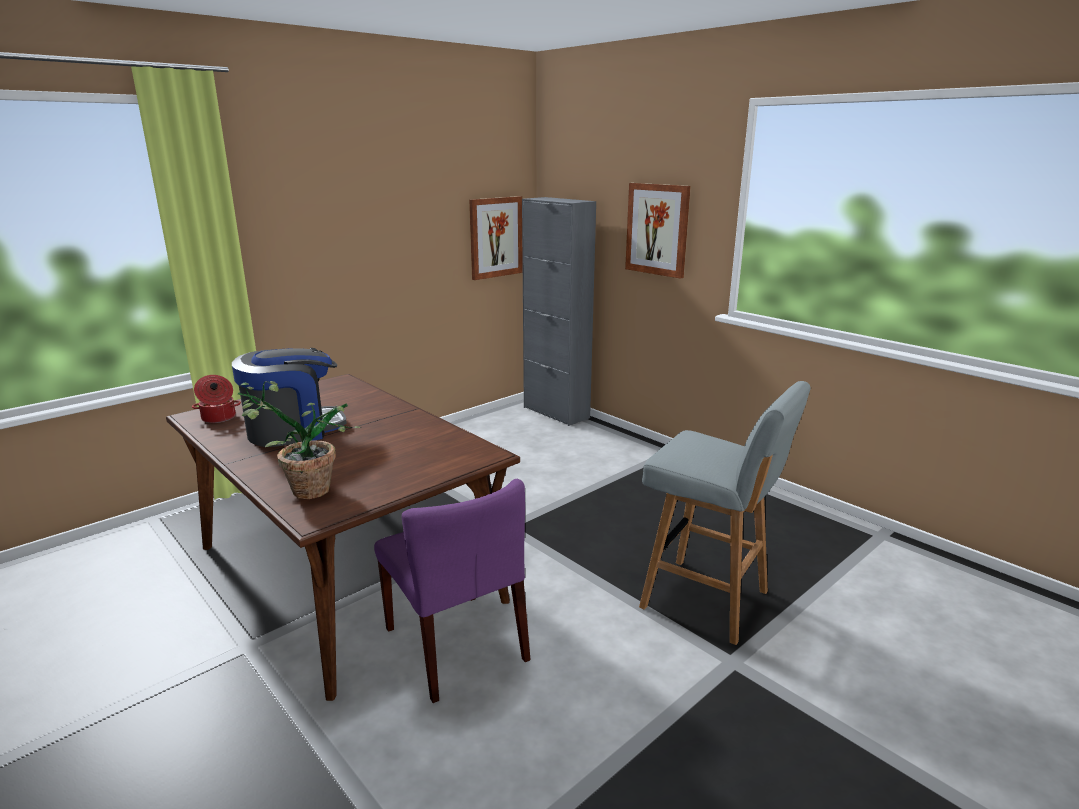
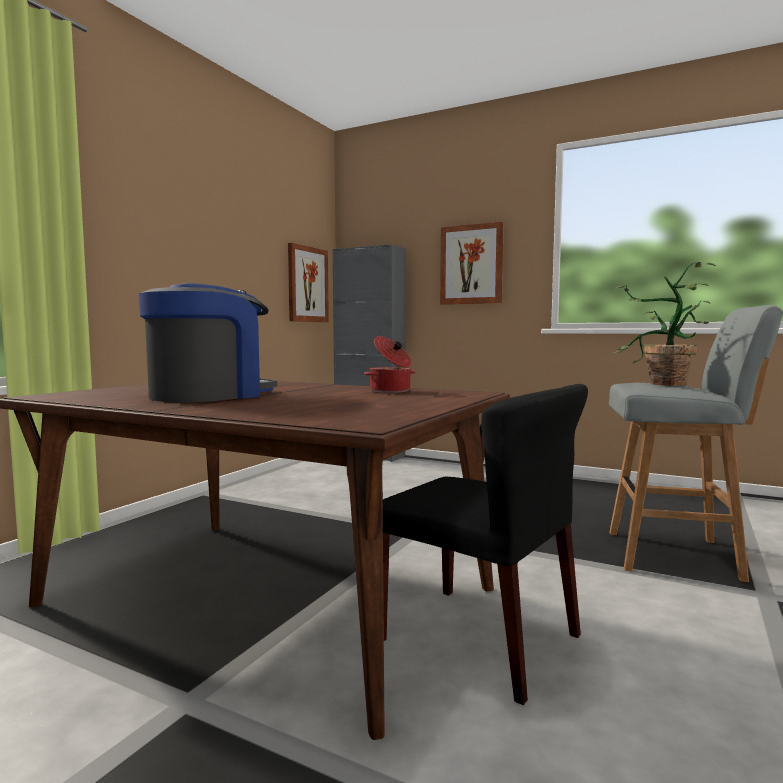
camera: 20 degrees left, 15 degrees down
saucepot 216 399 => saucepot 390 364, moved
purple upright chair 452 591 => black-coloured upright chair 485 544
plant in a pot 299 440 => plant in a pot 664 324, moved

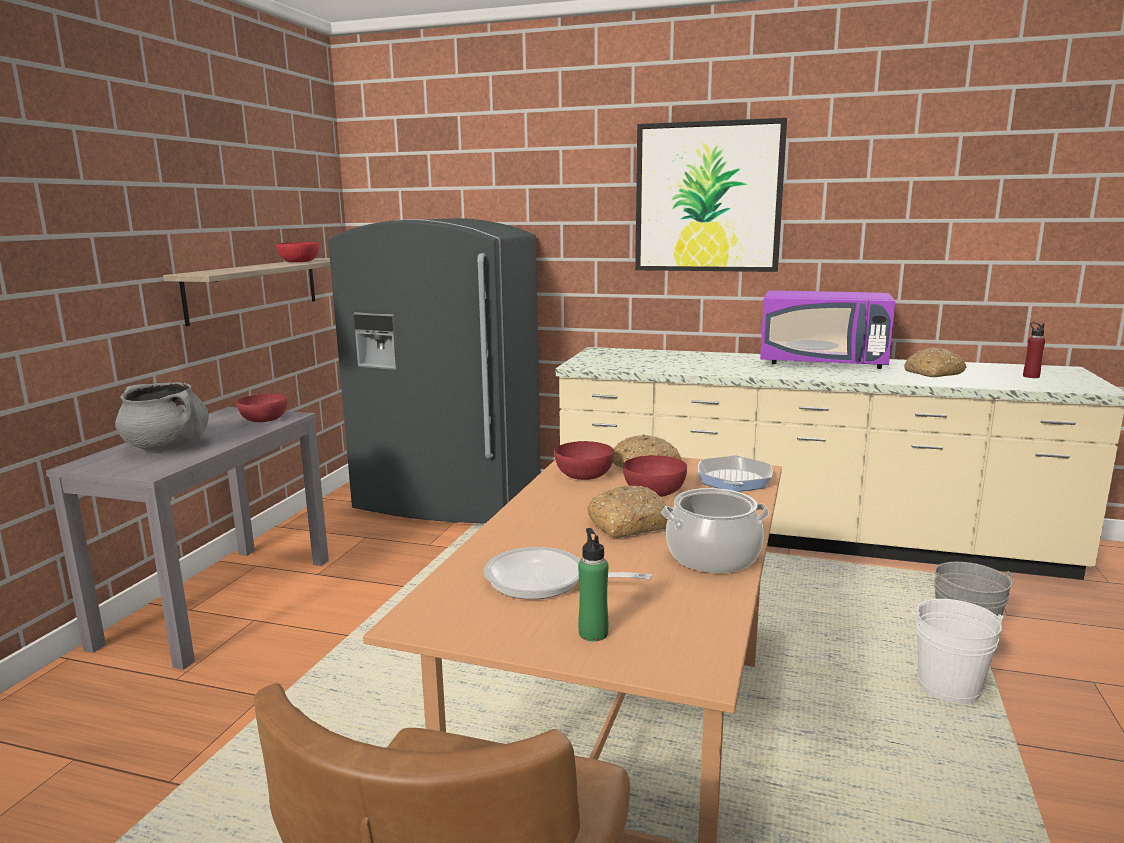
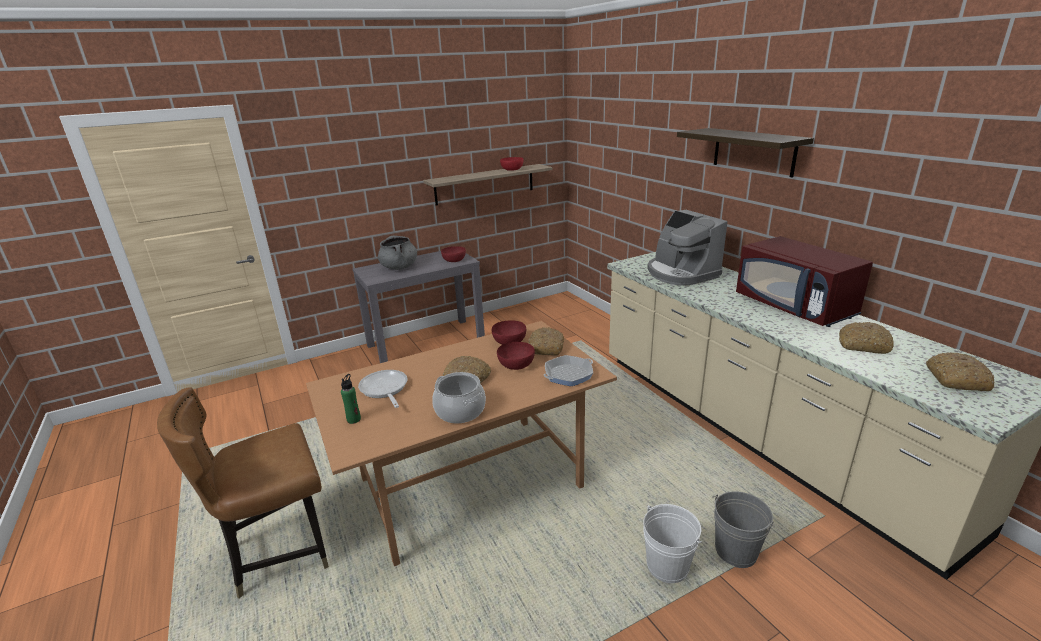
camera: 45 degrees right, 10 degrees up
nothing => coffee maker 687 248
wall picture 711 195 => shelf 745 152
purple microwave 827 329 => red-coloured microwave 804 281
red-coloured bottle 1034 350 => bread 960 371
grey kitchen fridge 434 371 => nothing

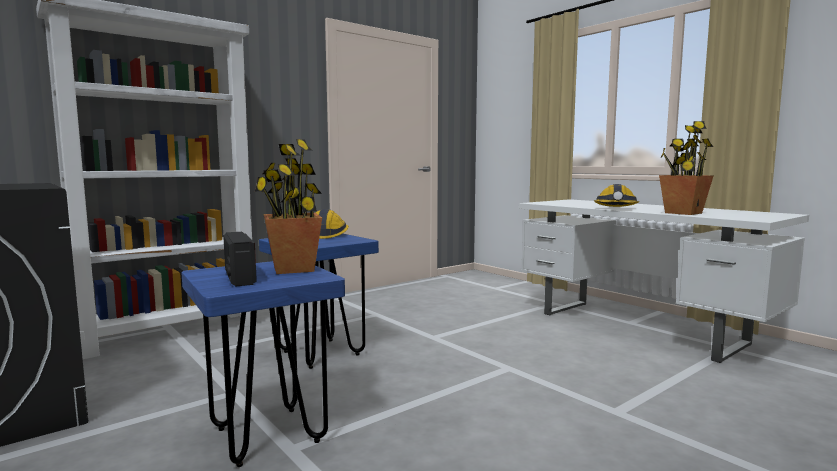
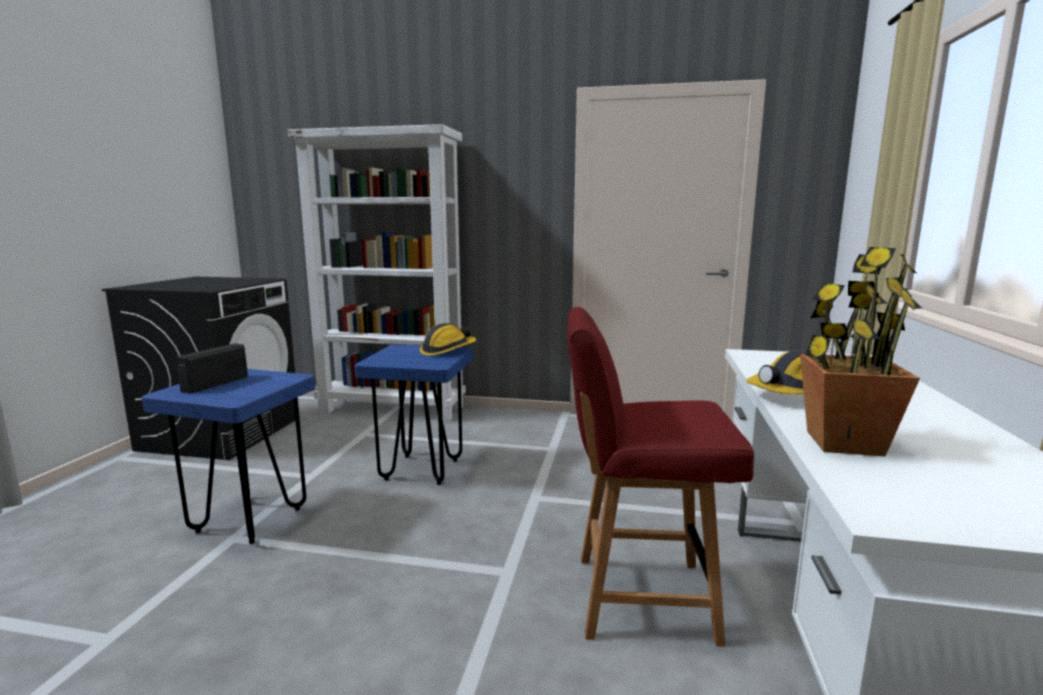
camera: 50 degrees right, 5 degrees up
nothing => red-coloured upright chair 660 477
plant in a pot 288 206 => nothing

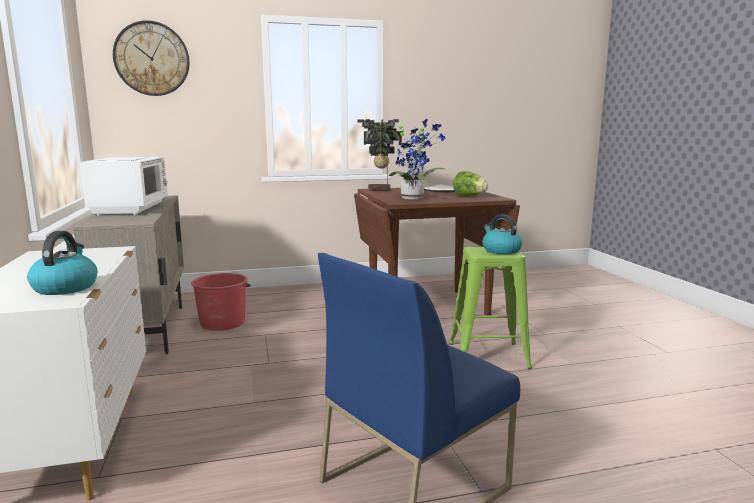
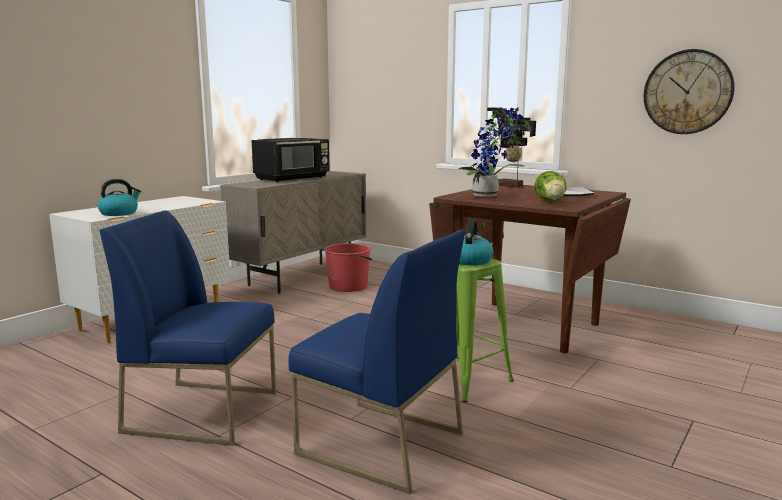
camera: 50 degrees right, 0 degrees up
whitish microwave 124 186 => black-coloured microwave 290 160
nothing => bluish upright chair 376 361
wall clock 151 58 => wall clock 689 91, moved

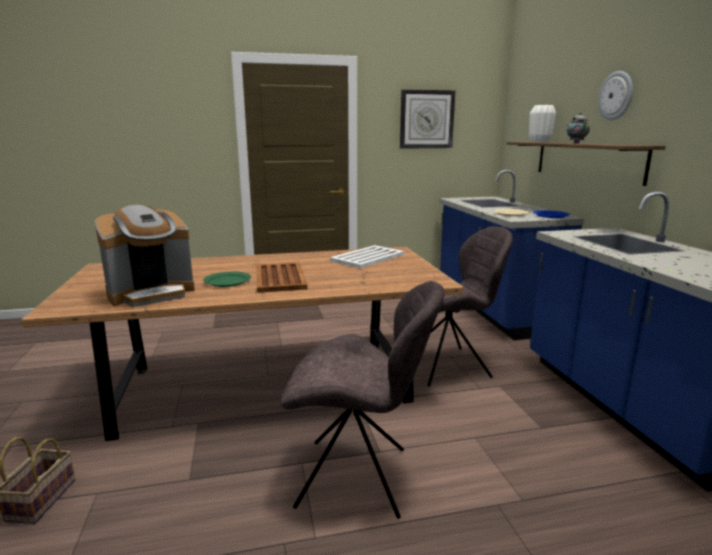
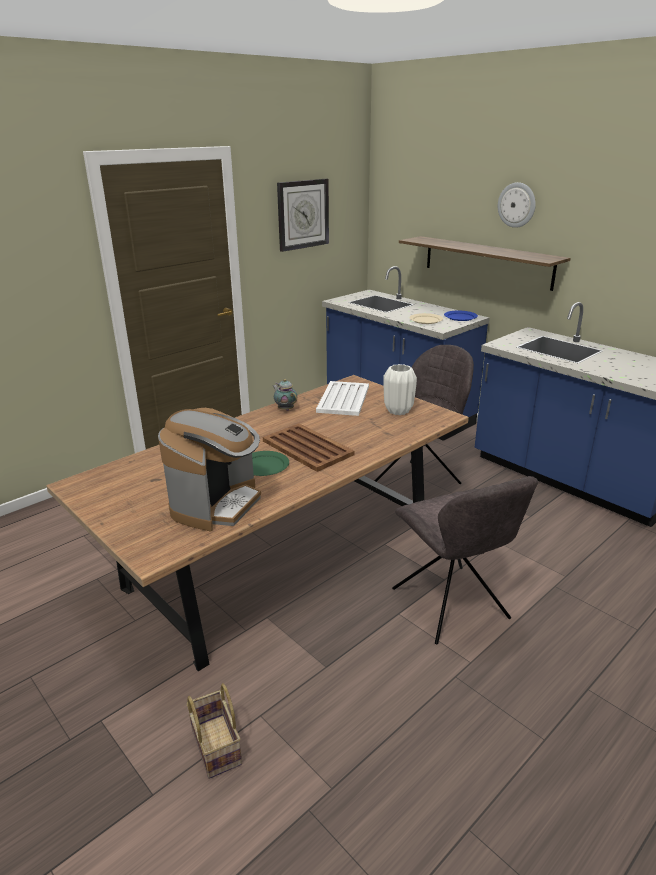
camera: 30 degrees left, 10 degrees up
tea pot 578 128 => tea pot 285 395, moved
whitish vase 542 123 => whitish vase 400 389, moved
grey upright chair 362 400 => grey upright chair 465 560, 90 degrees clockwise

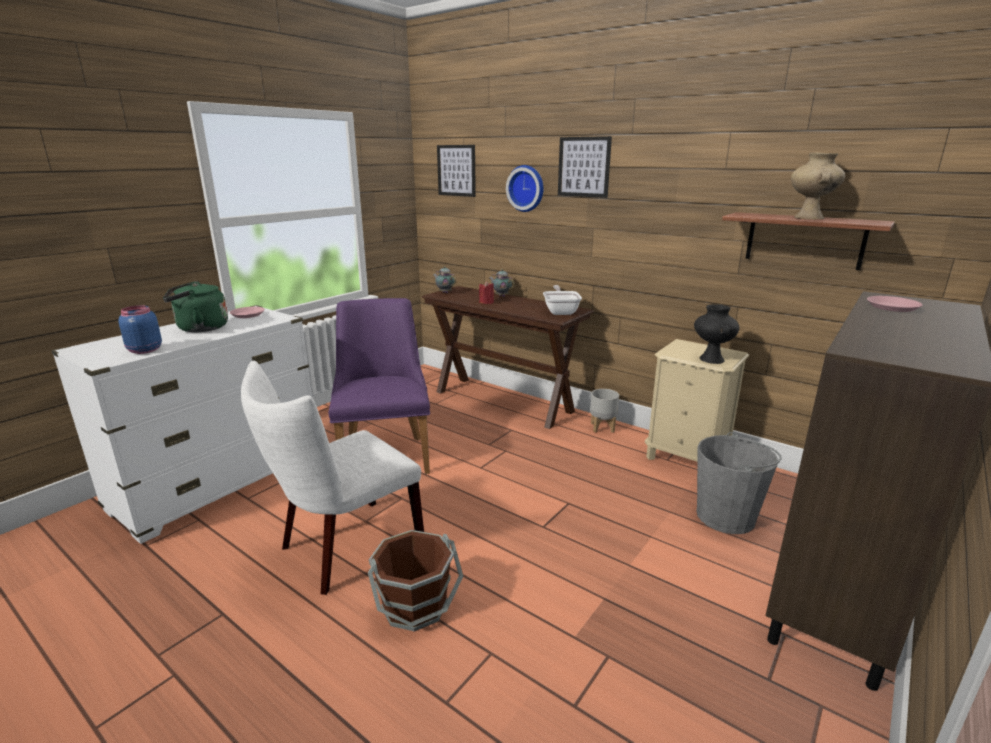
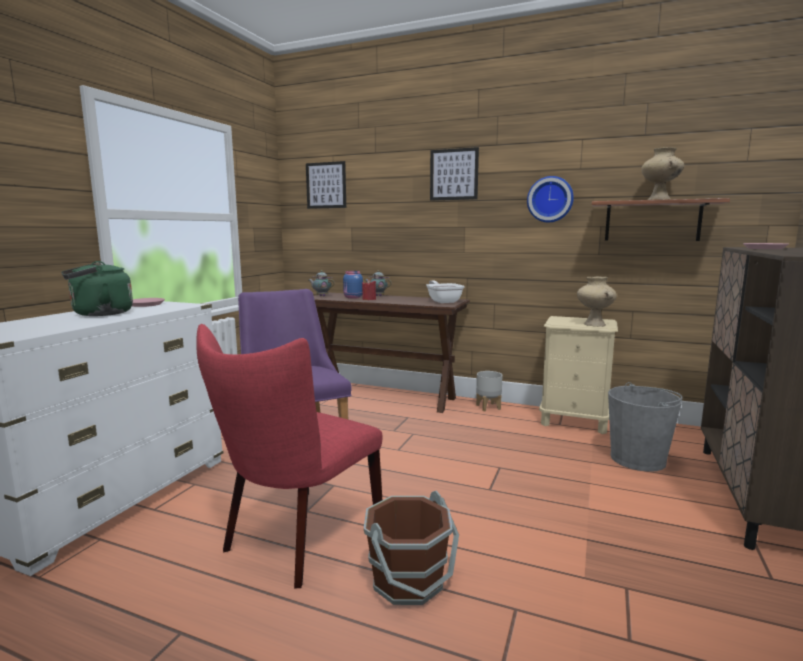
camera: 15 degrees left, 10 degrees down
whitish upright chair 332 477 => red-coloured upright chair 289 456
bluish storage jar 140 329 => bluish storage jar 353 285, moved
wall clock 524 188 => wall clock 550 199, moved
black-coloured vase 716 334 => sand-coloured vase 597 302

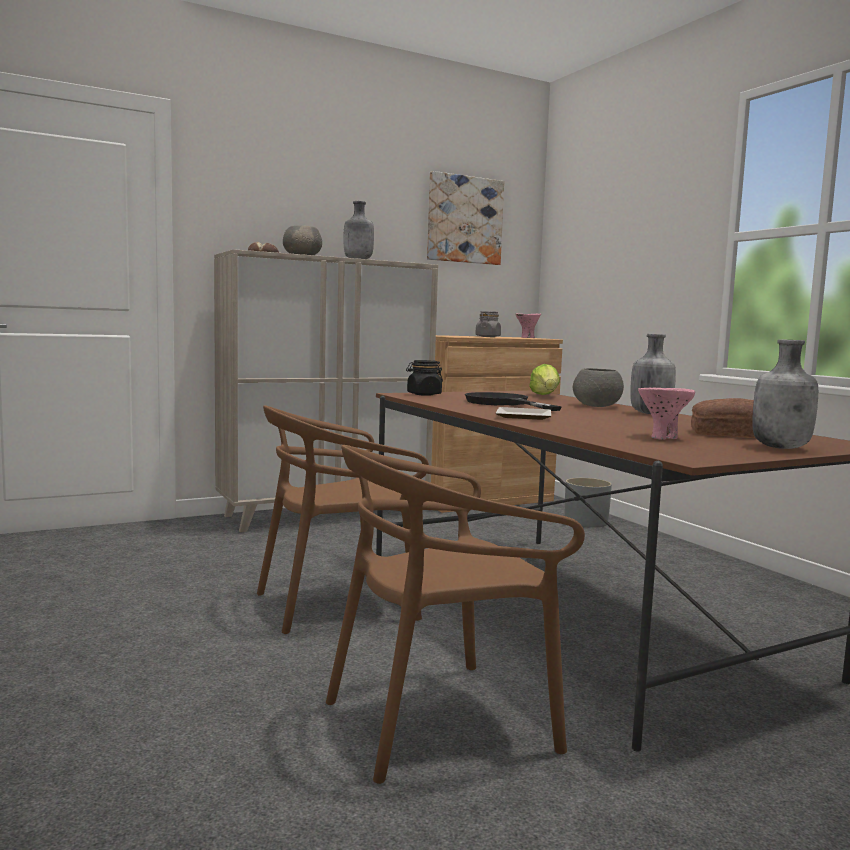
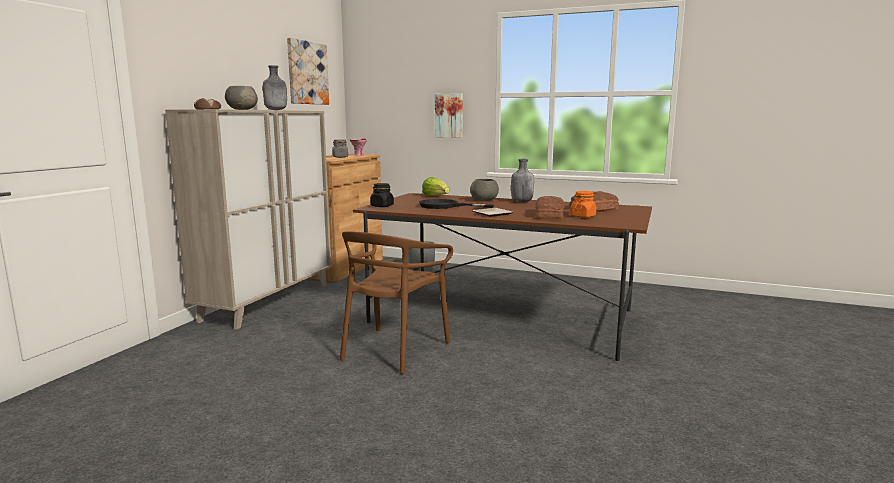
camera: 40 degrees left, 5 degrees up
nothing => wall picture 449 115
nothing => bread 549 207
pink-coloured bowl 666 414 => orange-coloured storage jar 583 204
brownish upright chair 455 614 => nothing
grey bottle 785 394 => nothing

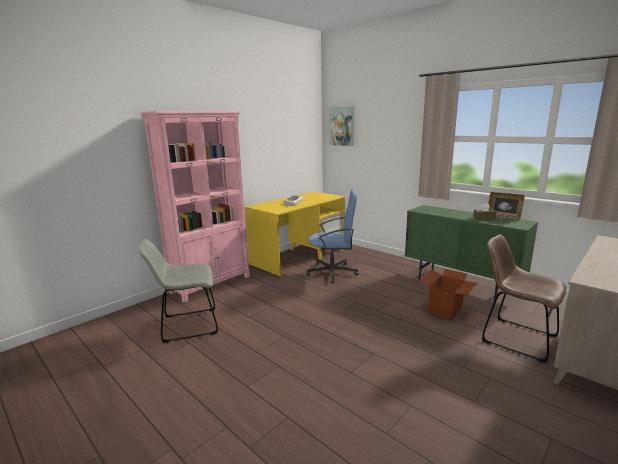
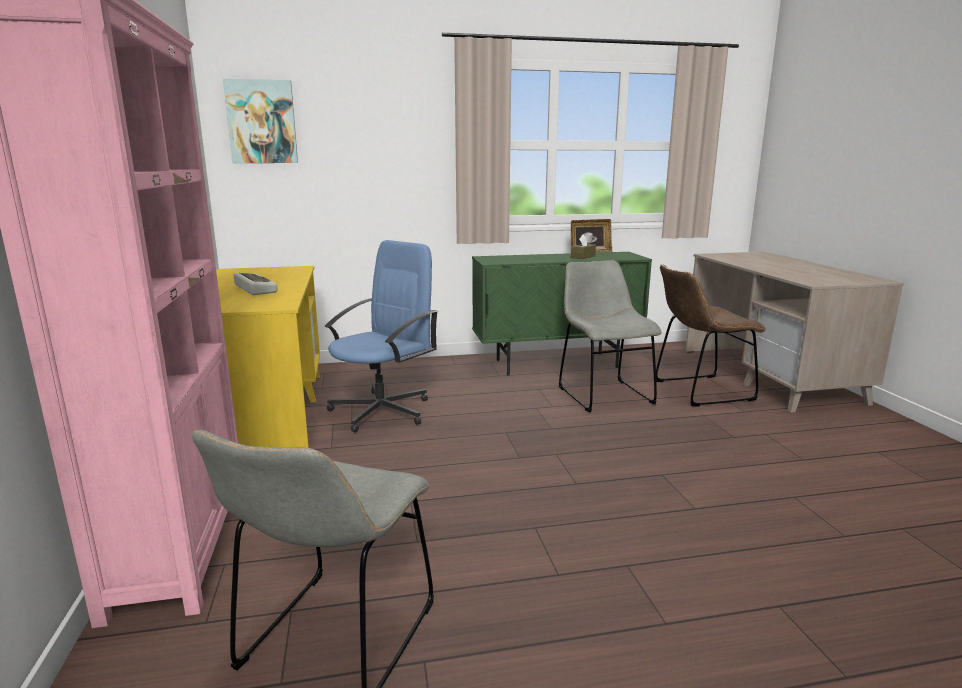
camera: 55 degrees left, 0 degrees up
packing box 448 294 => grey upright chair 610 336

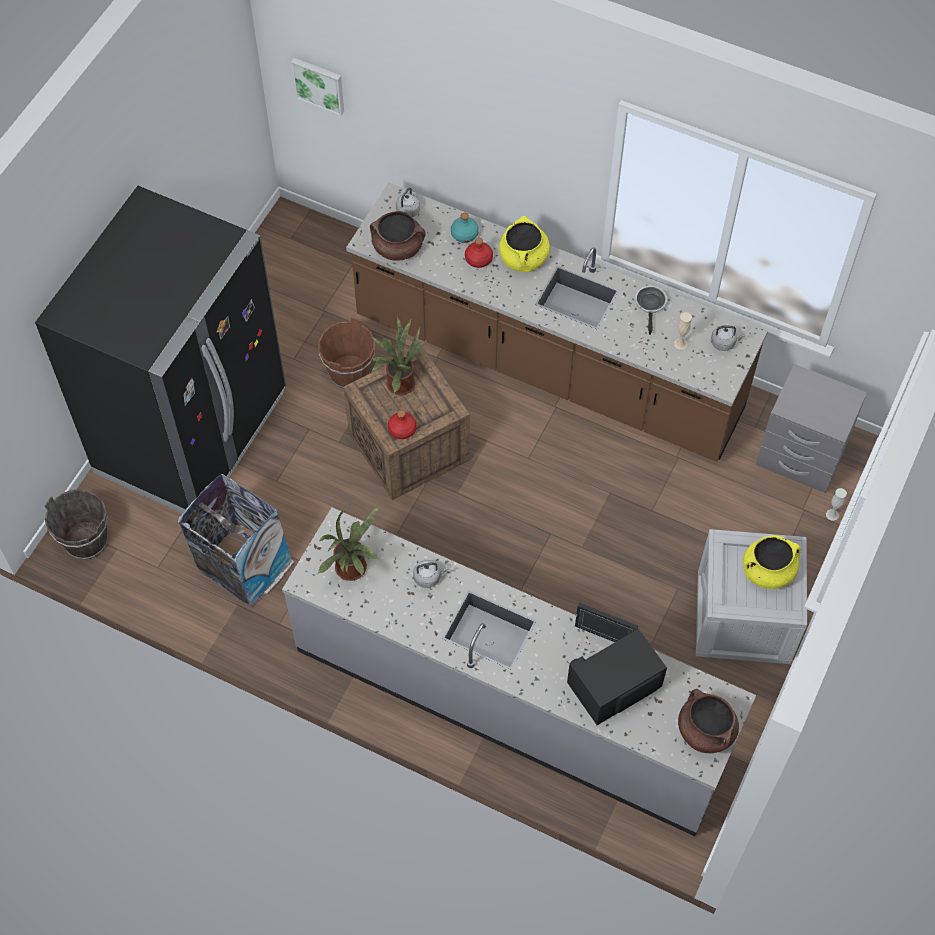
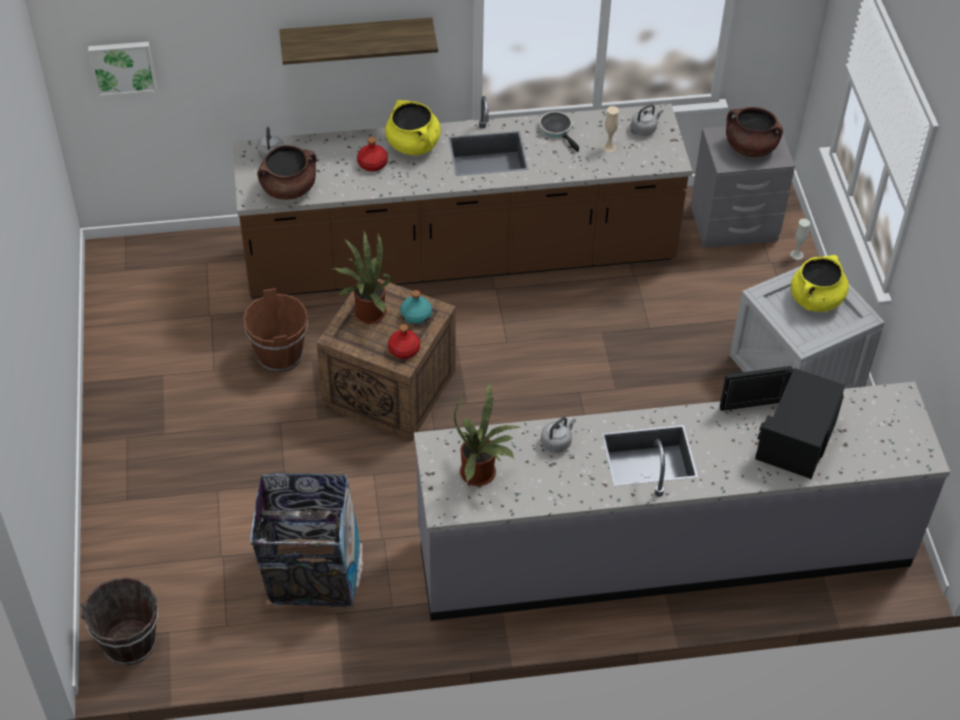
camera: 35 degrees left, 10 degrees down
nothing => shelf 358 41
blue-green bottle 465 228 => blue-green bottle 416 307, moved
brownish saucepot 708 721 => brownish saucepot 754 132, moved
black-coloured kitchen fridge 160 350 => nothing

